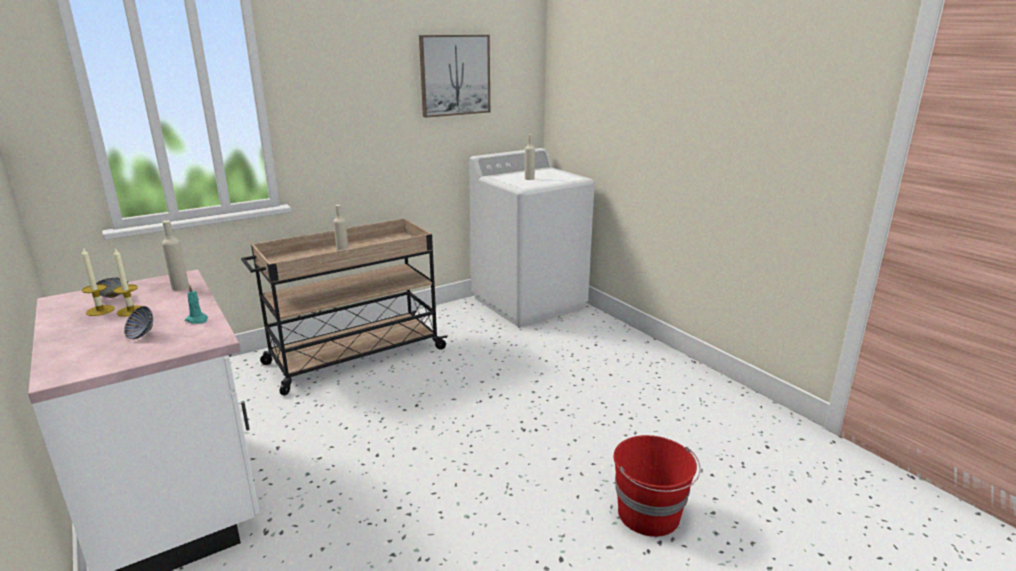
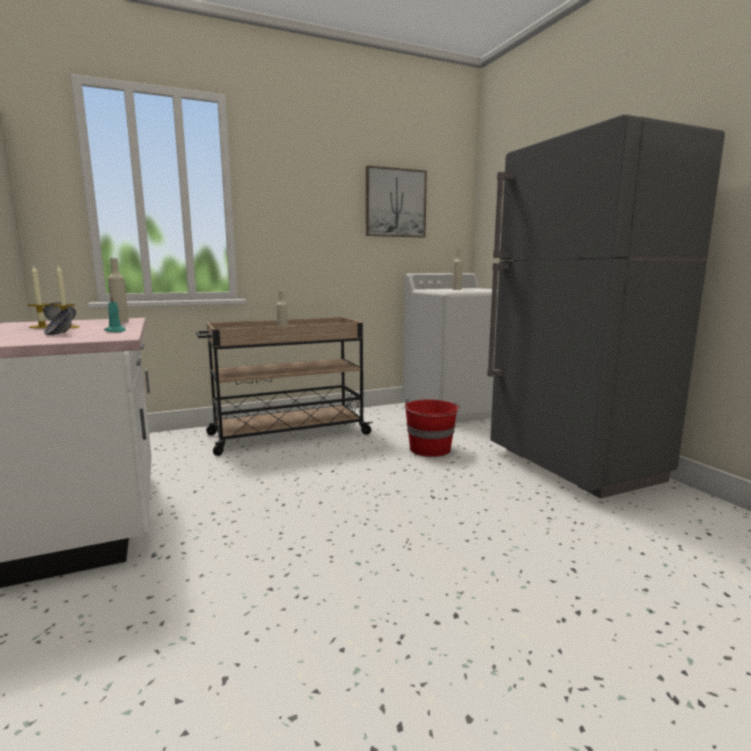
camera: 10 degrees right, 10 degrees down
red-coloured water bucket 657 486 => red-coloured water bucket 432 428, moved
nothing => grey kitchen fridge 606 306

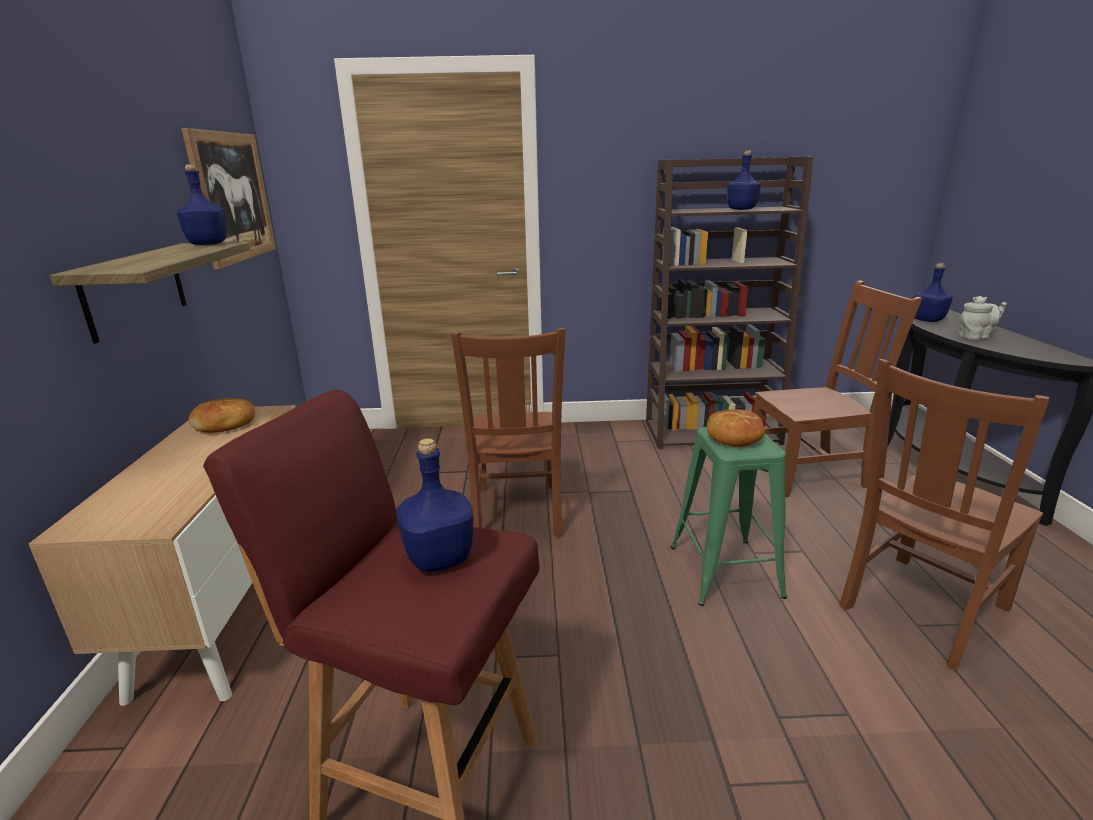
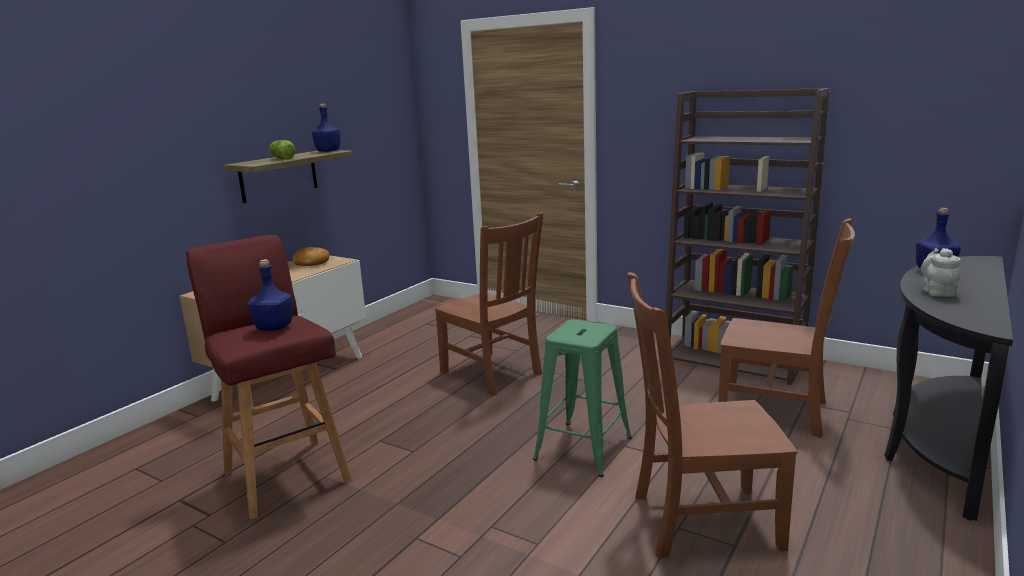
camera: 35 degrees right, 5 degrees down
nothing => head of lettuce 282 150
brownish upright chair 508 433 => brownish upright chair 489 304, 75 degrees counterclockwise
grey tea pot 983 318 => grey tea pot 941 272, 105 degrees counterclockwise
wall picture 228 198 => nothing
bread 736 428 => nothing
bluish bottle 744 180 => nothing

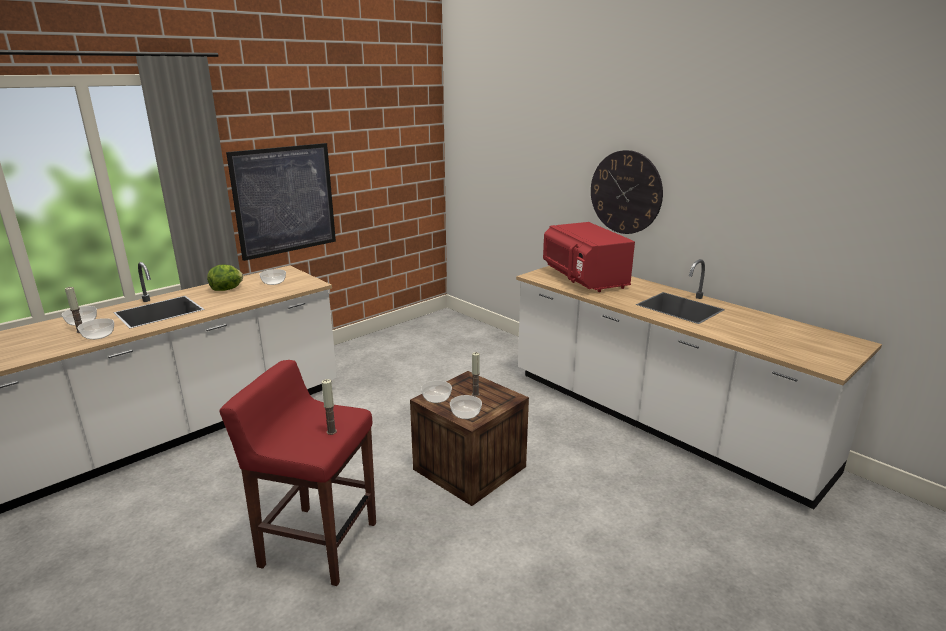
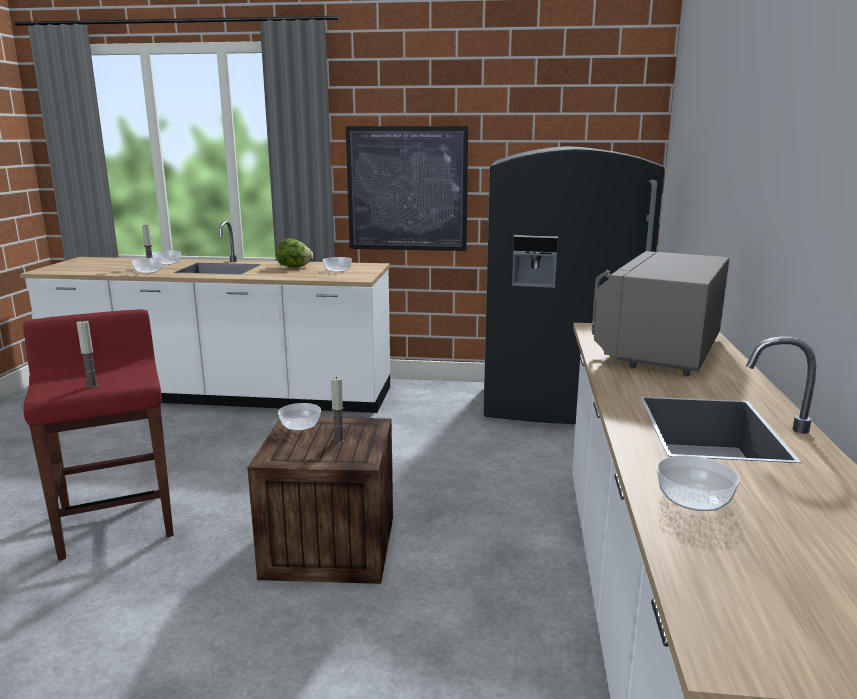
camera: 50 degrees right, 5 degrees down
nothing => grey kitchen fridge 573 285
red-coloured microwave 589 257 => grey microwave 660 313
bowl 466 407 => bowl 698 483, moved
wall clock 627 192 => nothing

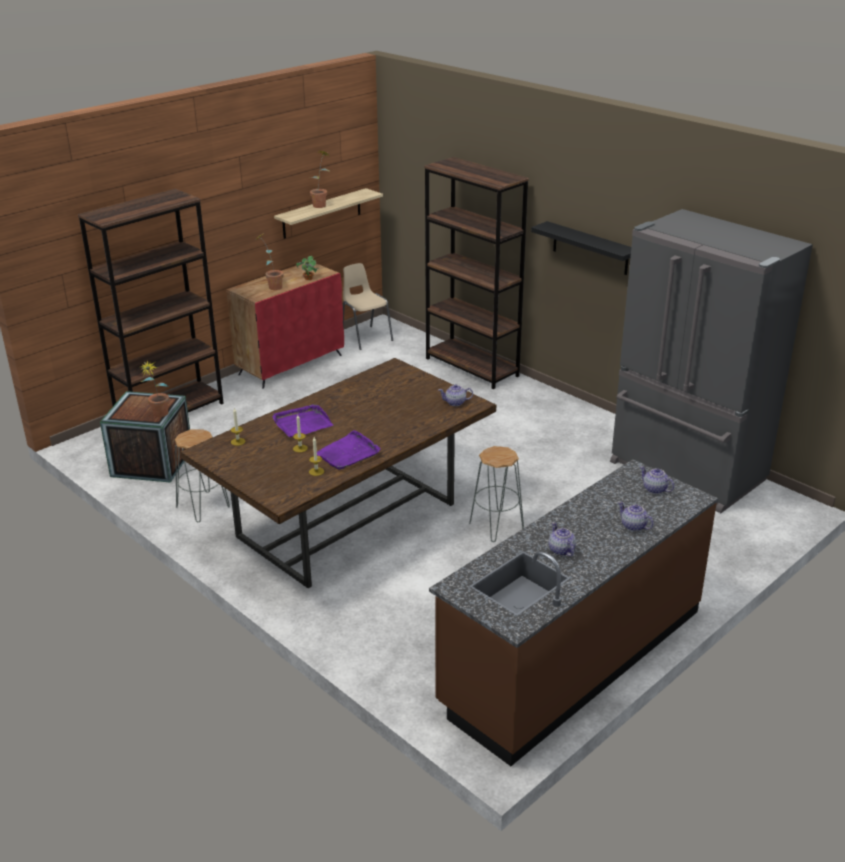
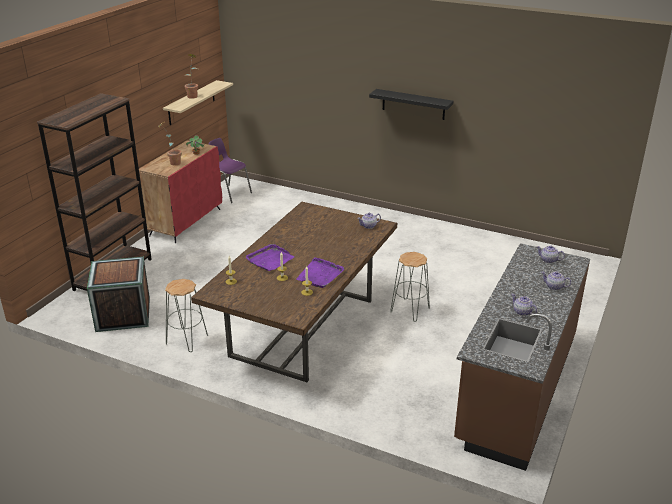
camera: 20 degrees left, 0 degrees up
sand-coloured upright chair 368 306 => purple upright chair 230 170
plant in a pot 155 388 => nothing
brownish bookshelf 476 273 => nothing
grey kitchen fridge 711 361 => nothing

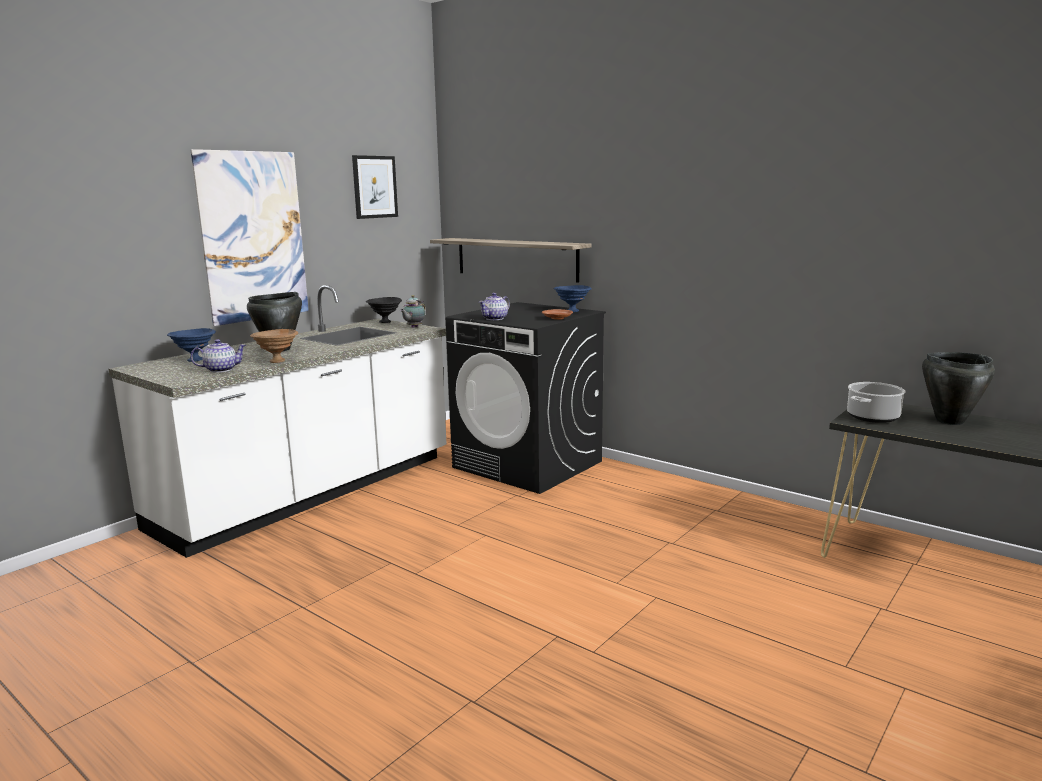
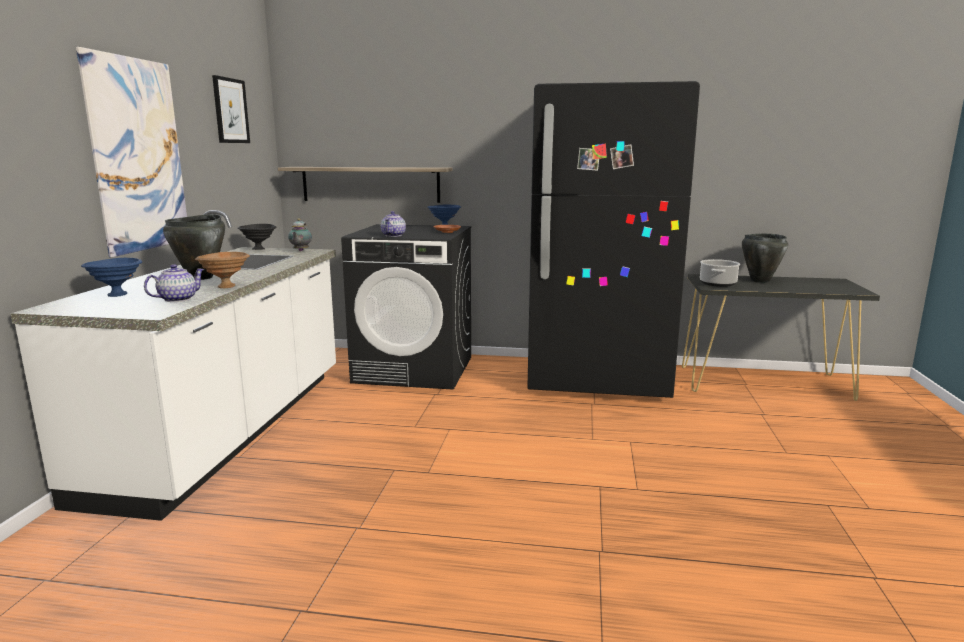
camera: 30 degrees left, 0 degrees up
nothing => black-coloured kitchen fridge 613 239

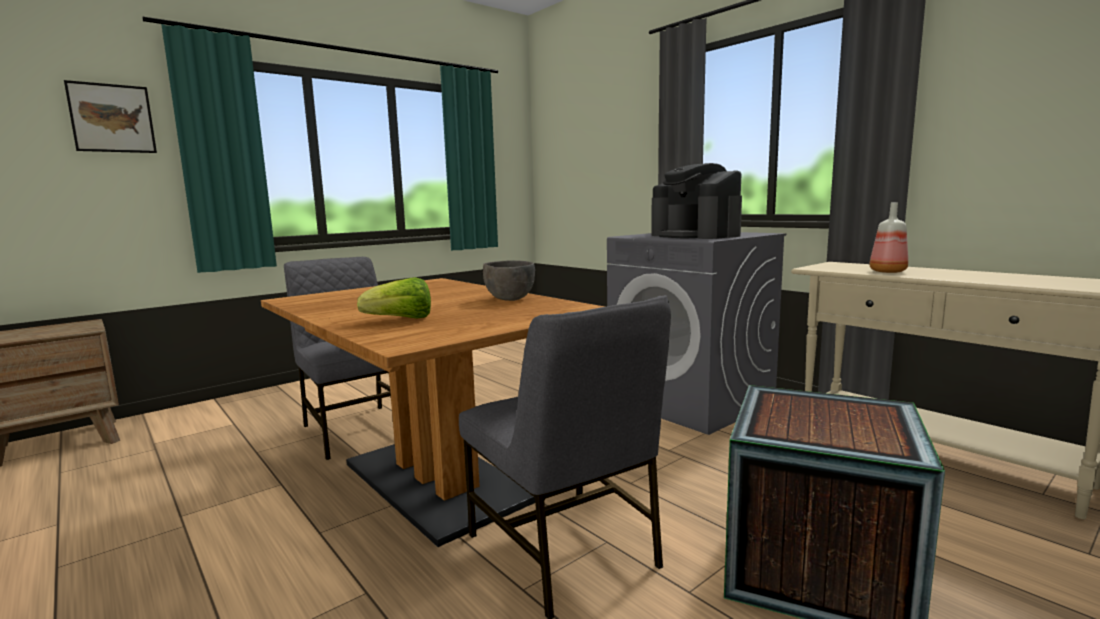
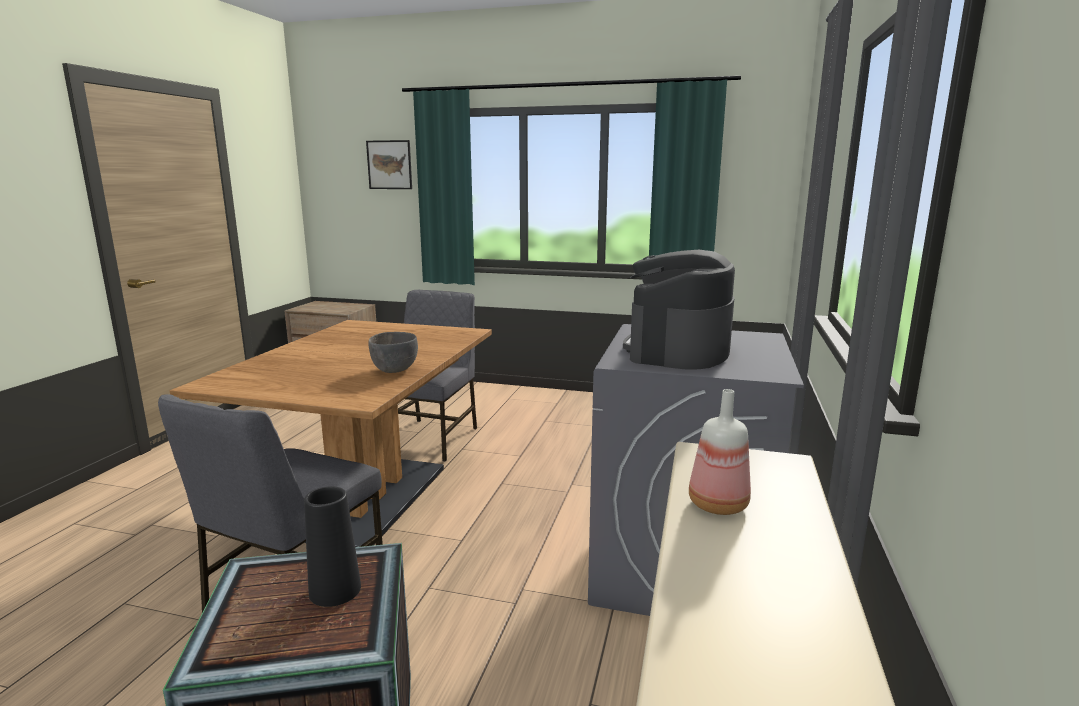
camera: 55 degrees right, 5 degrees up
nothing => black-coloured vase 332 546
head of lettuce 394 298 => nothing

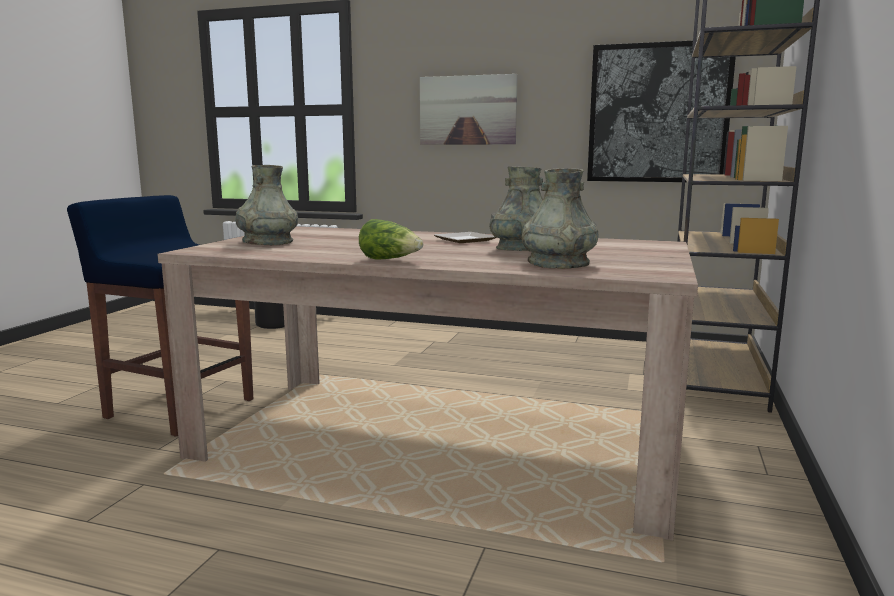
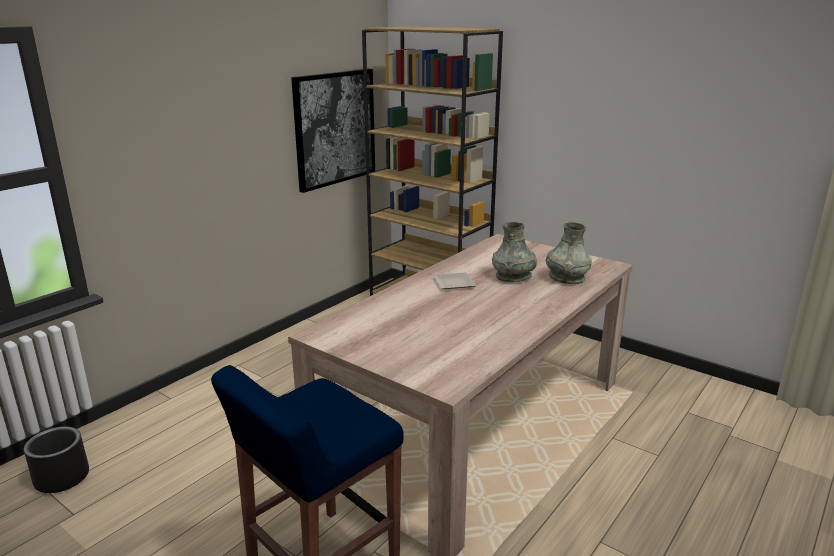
camera: 70 degrees left, 10 degrees up
grey vase 266 205 => nothing
head of lettuce 391 239 => nothing
wall picture 469 109 => nothing

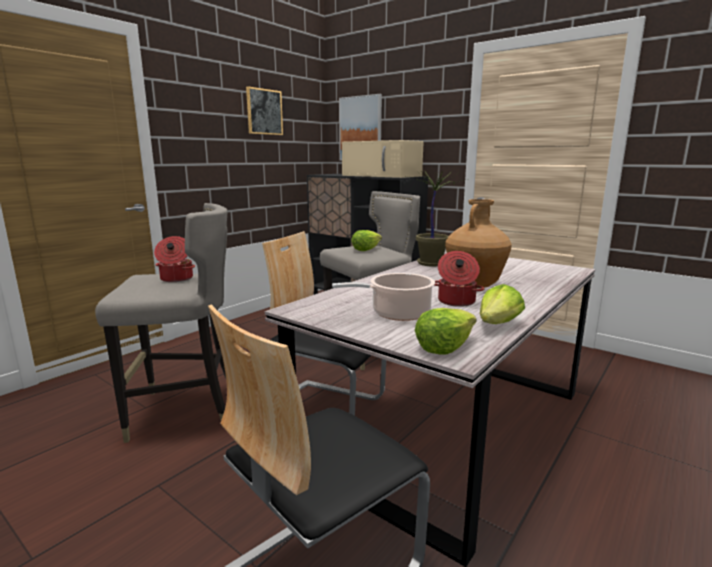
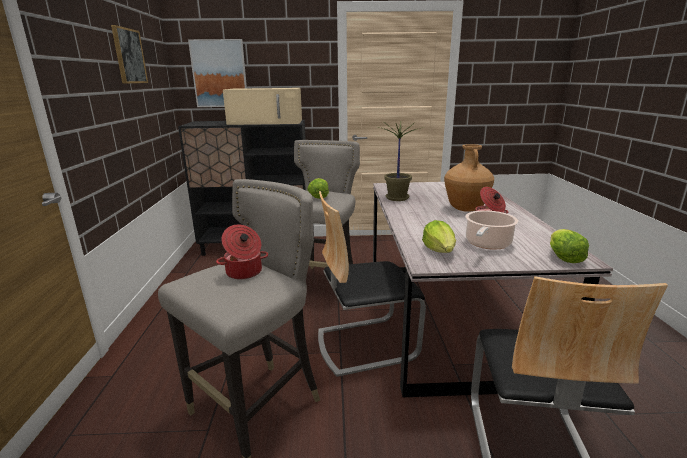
camera: 40 degrees left, 5 degrees up
head of lettuce 502 304 => head of lettuce 439 236, moved

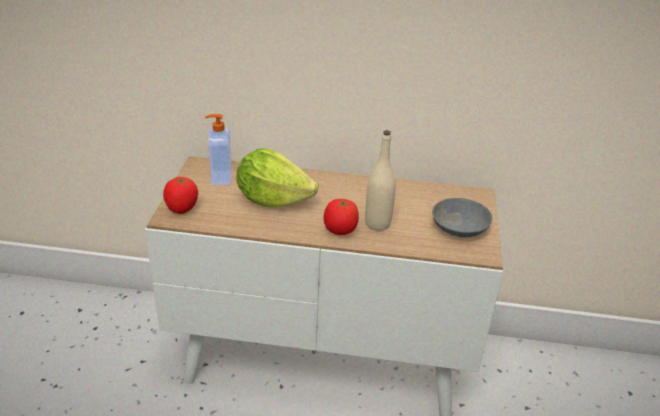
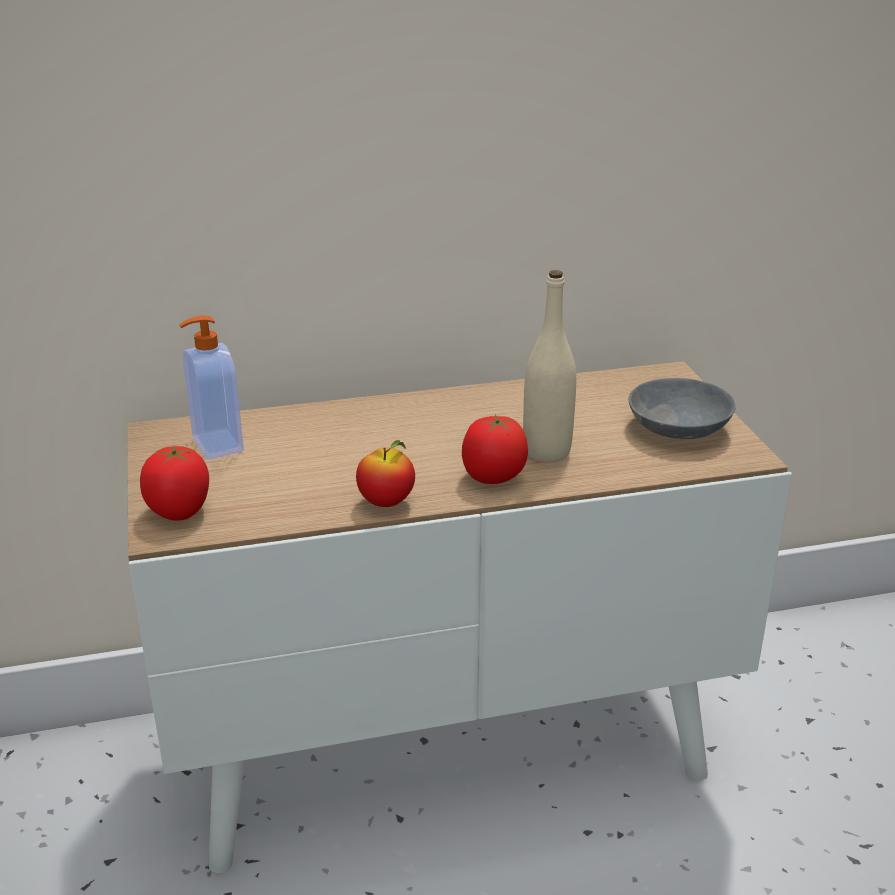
camera: 20 degrees left, 5 degrees down
nothing => apple fruit 385 473
head of lettuce 277 178 => nothing

